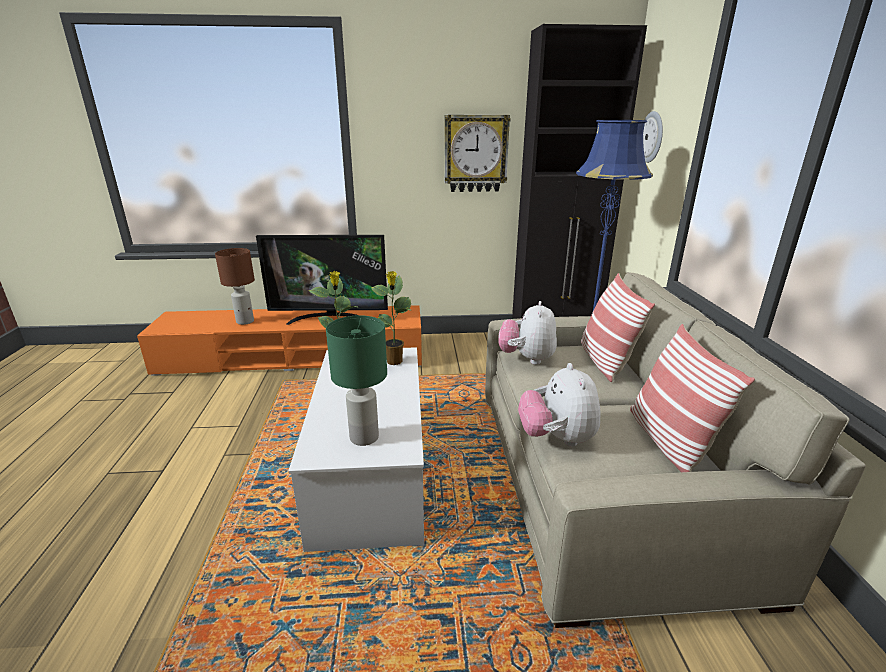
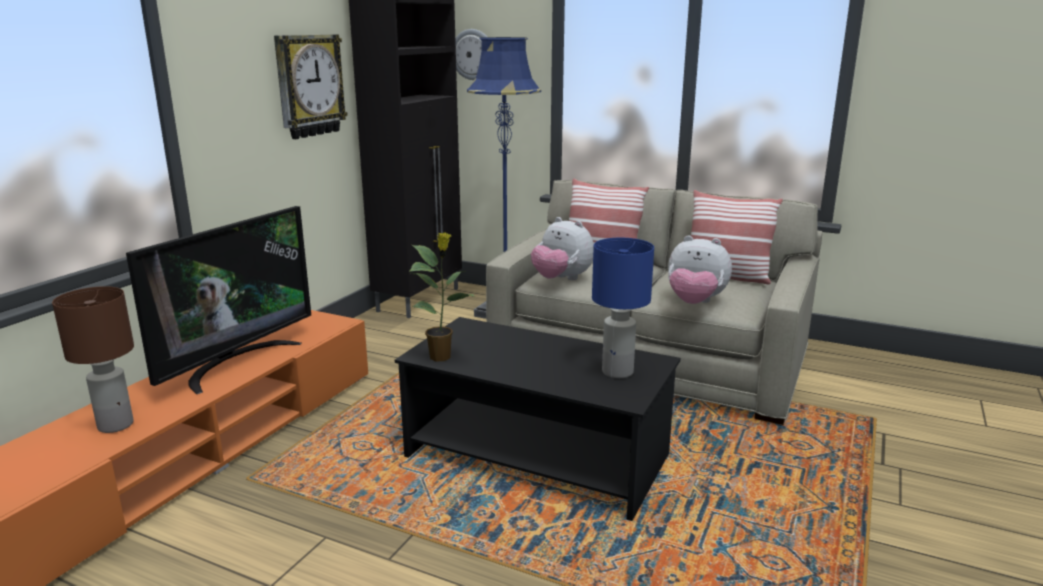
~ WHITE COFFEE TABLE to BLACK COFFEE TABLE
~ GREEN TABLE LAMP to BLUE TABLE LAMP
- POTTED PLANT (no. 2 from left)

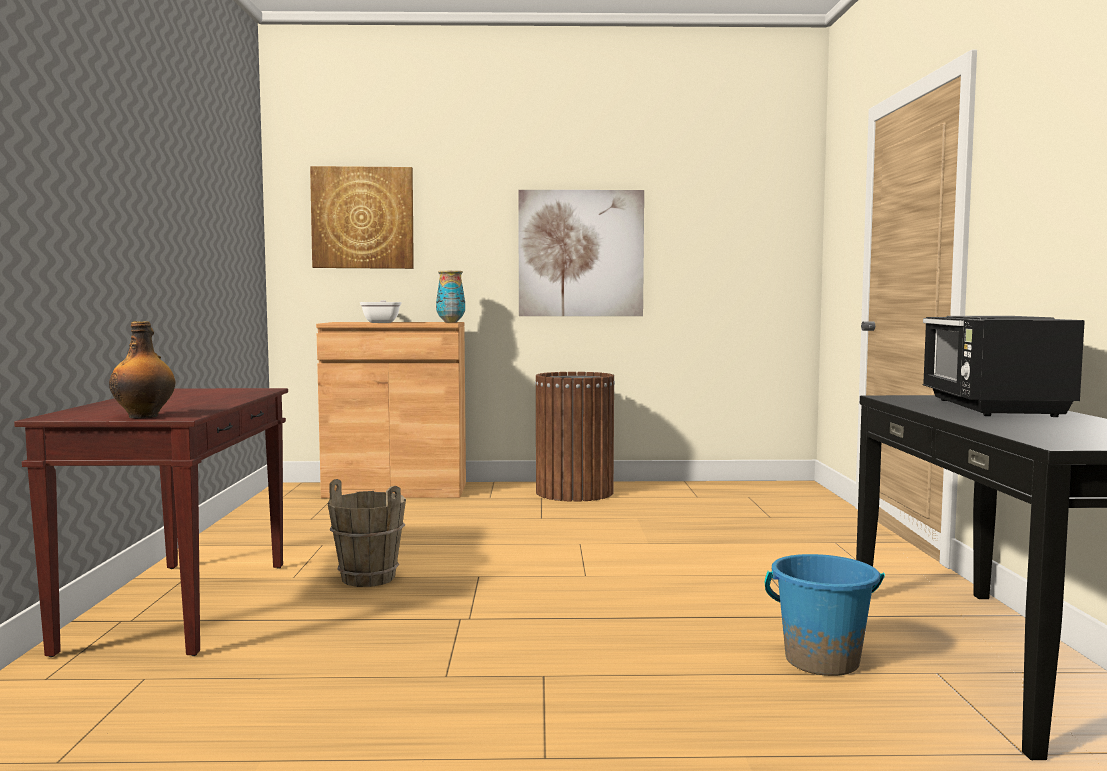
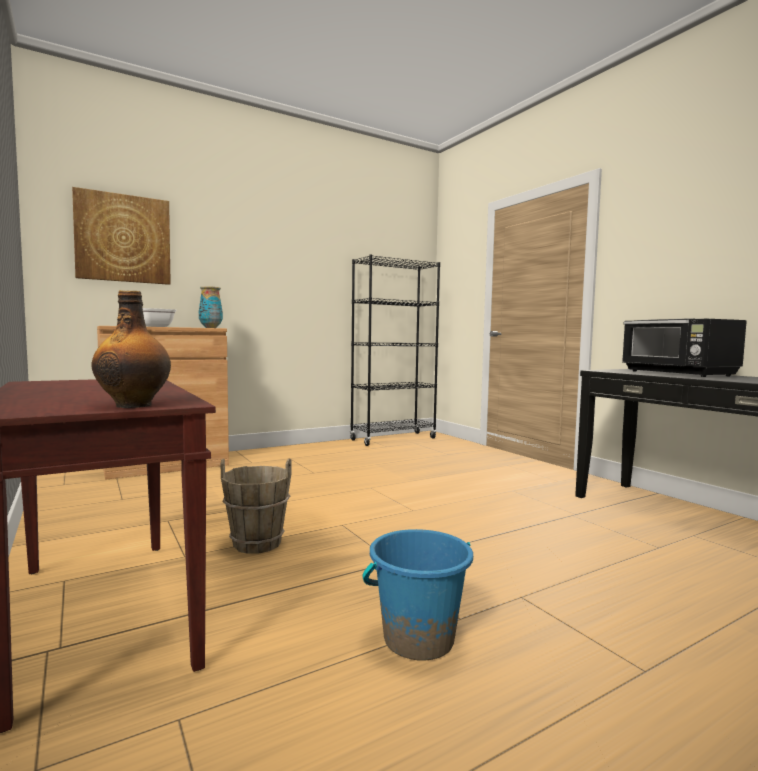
- PICTURE (no. 2 from left)
- BROWN TRASH CAN
~ BLUE BUCKET
+ BLACK BOOKCASE

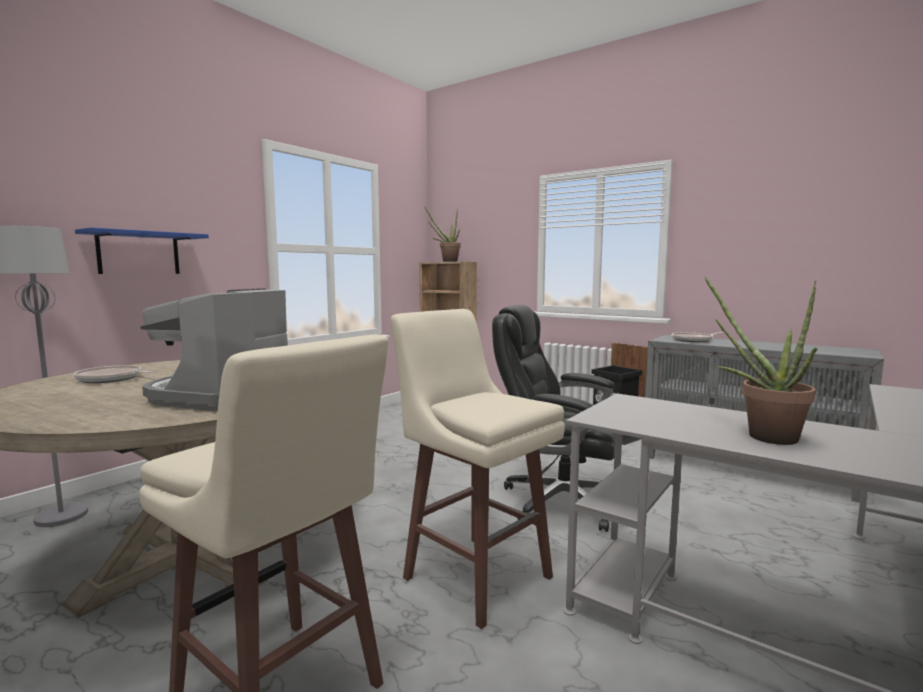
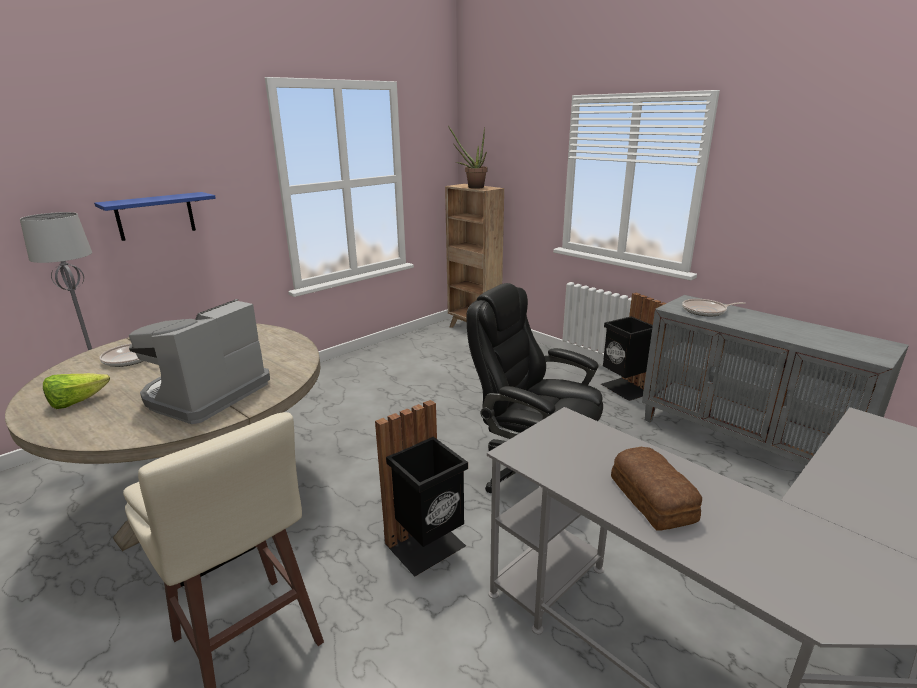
~ BEIGE STOOL (no. 2 from left) to BLACK TRASH CAN (no. 1 from left)
~ POTTED PLANT (no. 2 from left) to BREAD
+ LETTUCE

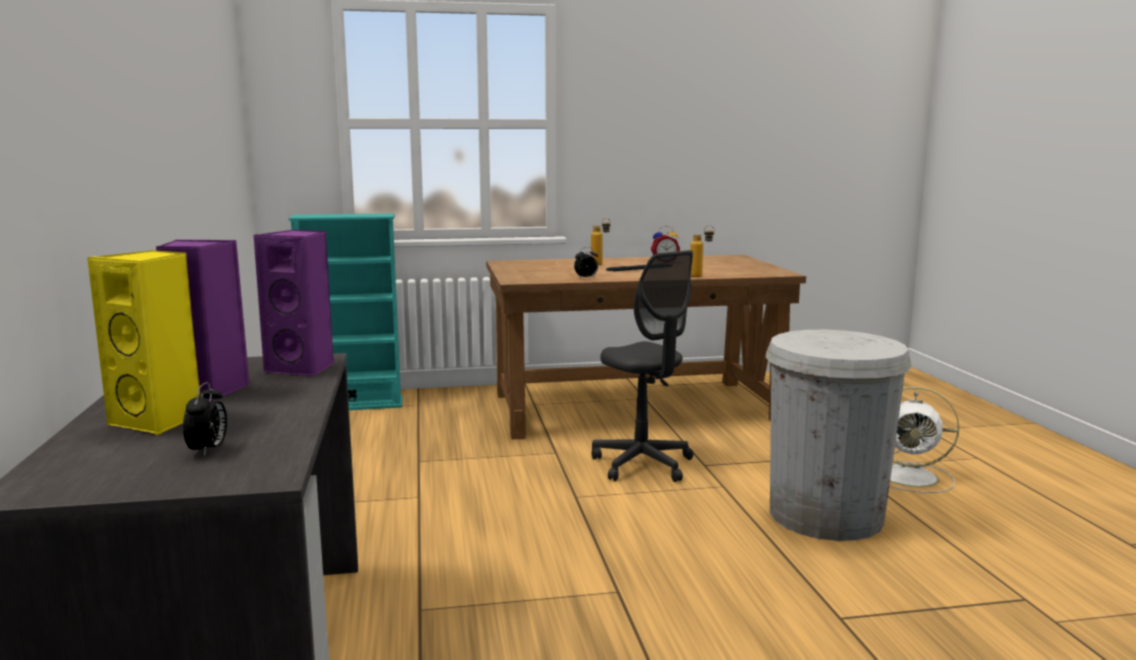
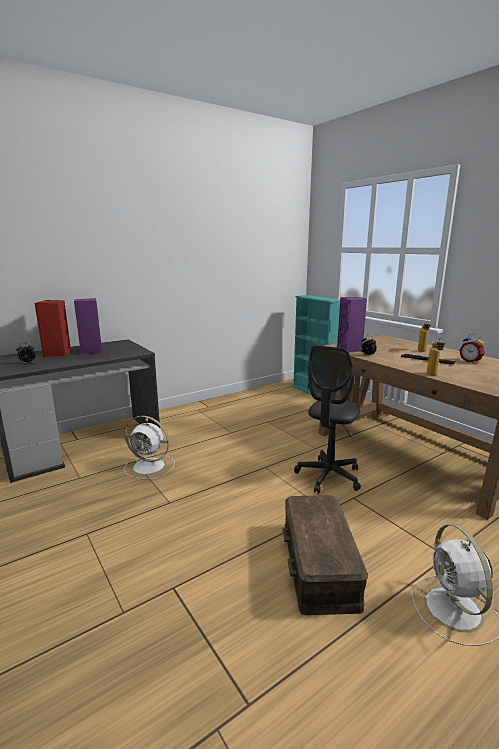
~ YELLOW SPEAKER to RED SPEAKER
~ PURPLE SPEAKER (no. 2 from left)
~ WHITE TRASH CAN to BROWN STORAGE BOX
+ WHITE FAN (no. 1 from left)

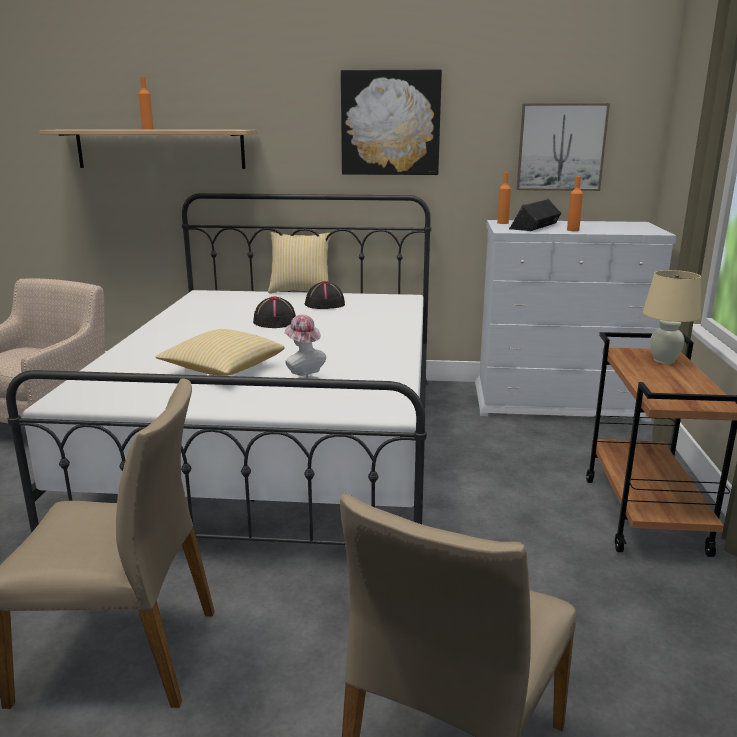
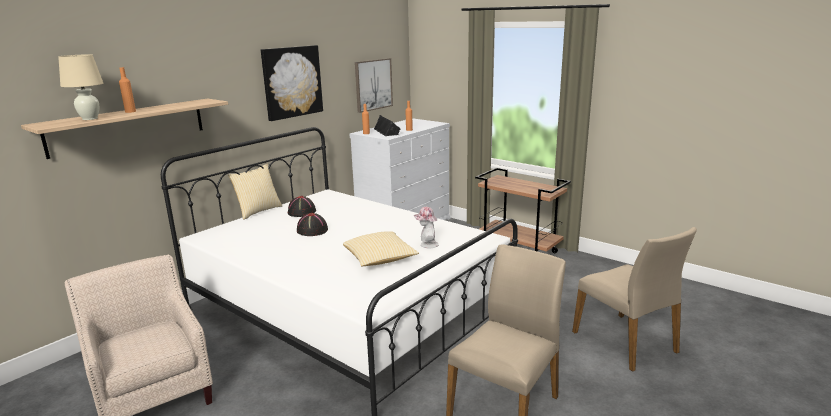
~ BEIGE TABLE LAMP

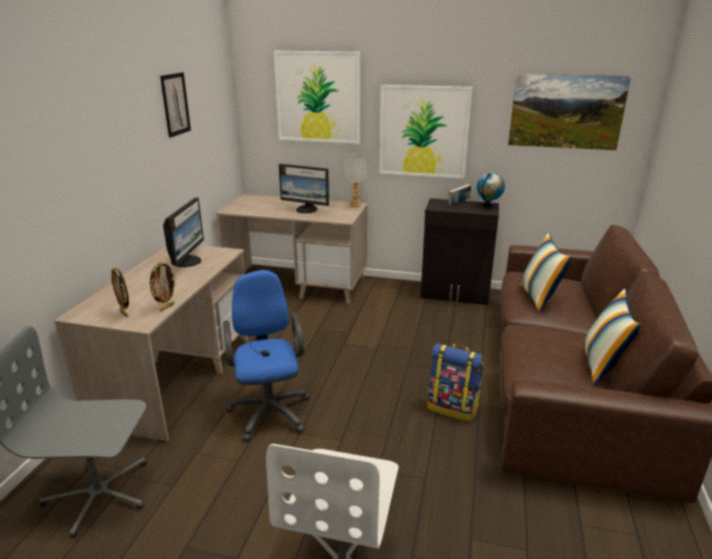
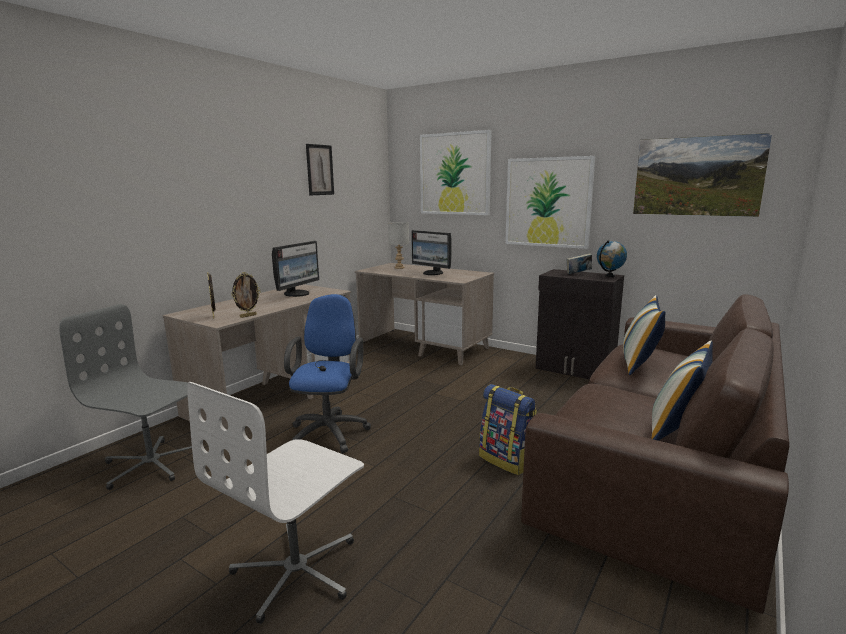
~ GREY TABLE LAMP

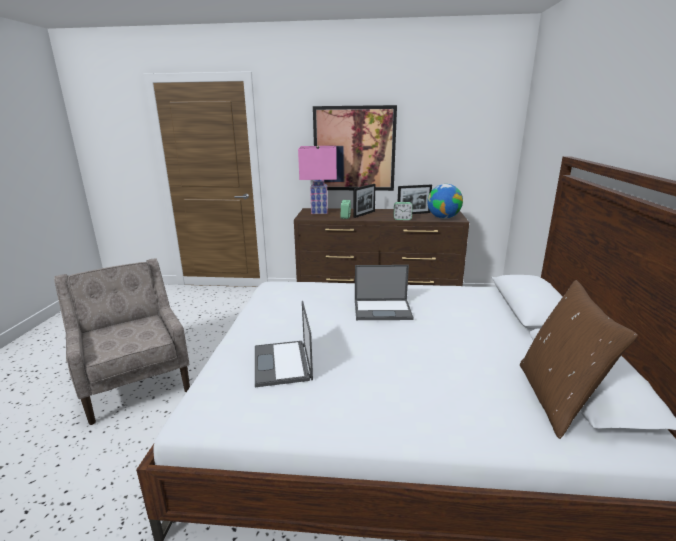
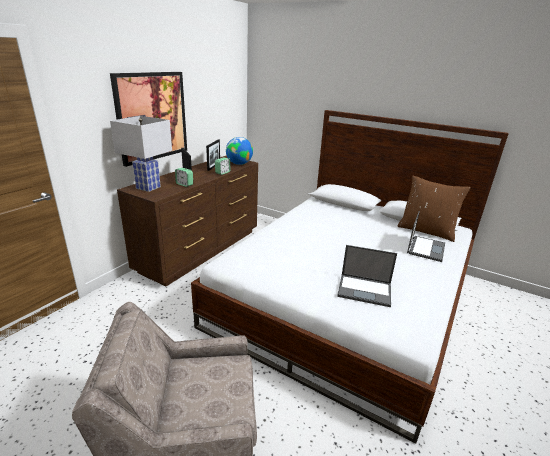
~ PINK TABLE LAMP to WHITE TABLE LAMP
~ LAPTOP (no. 2 from left)

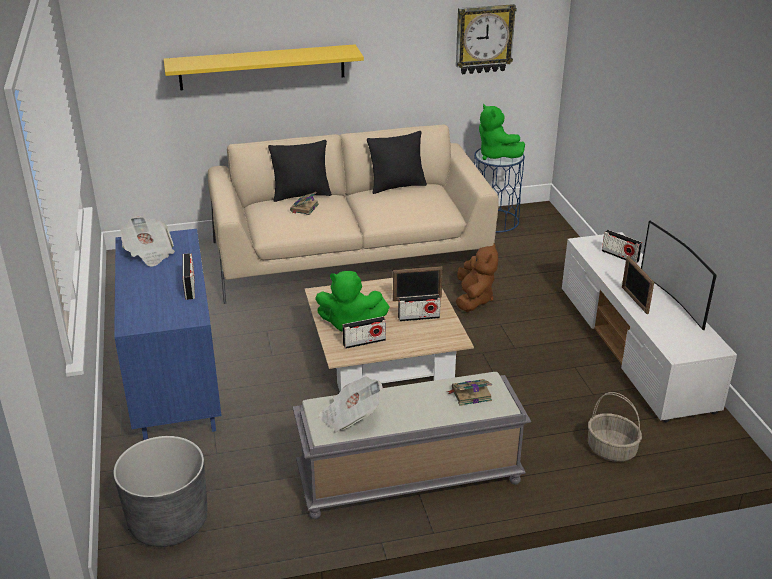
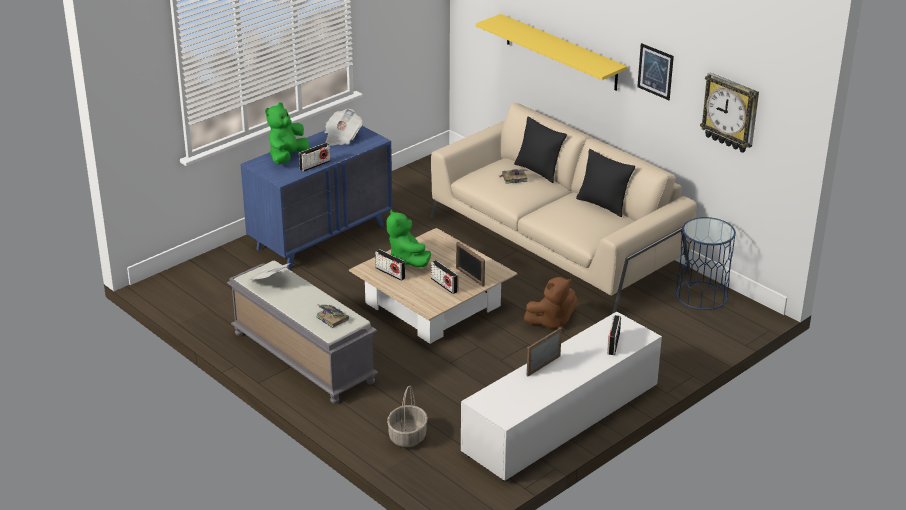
- GREY PLANTER
~ GREEN PLUSH TOY (no. 2 from left in the first image) to GREEN PLUSH TOY (no. 1 from left)
- TELEVISION
+ PICTURE

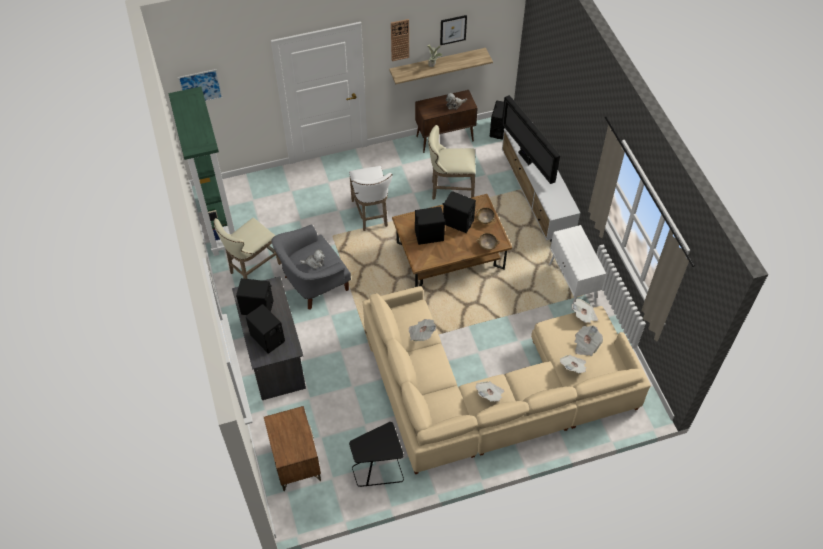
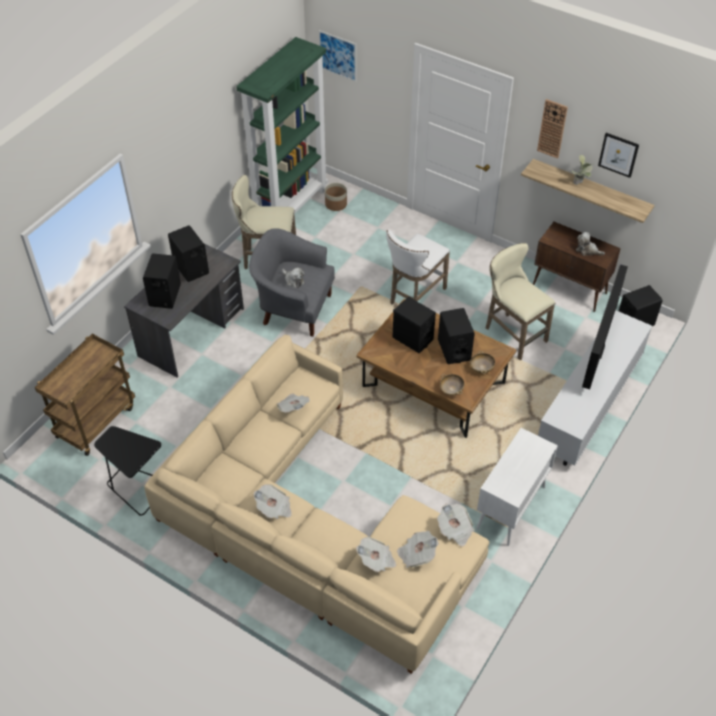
~ BROWN NIGHTSTAND to BROWN CART
+ PLANTER

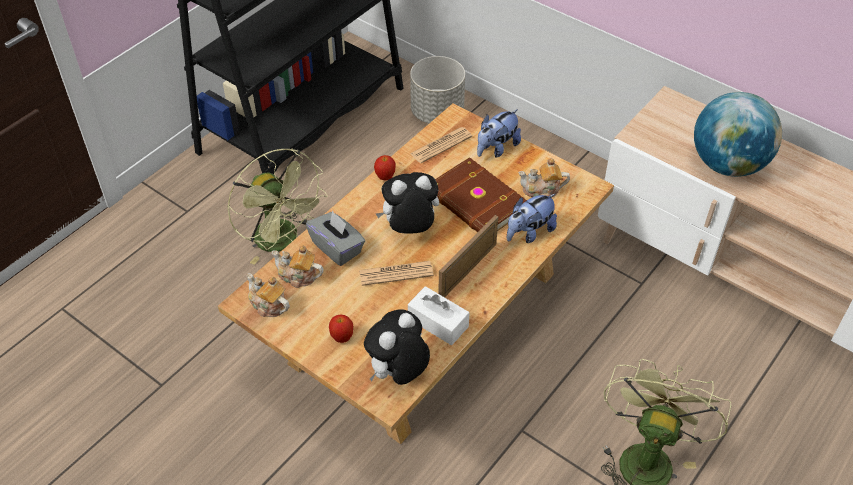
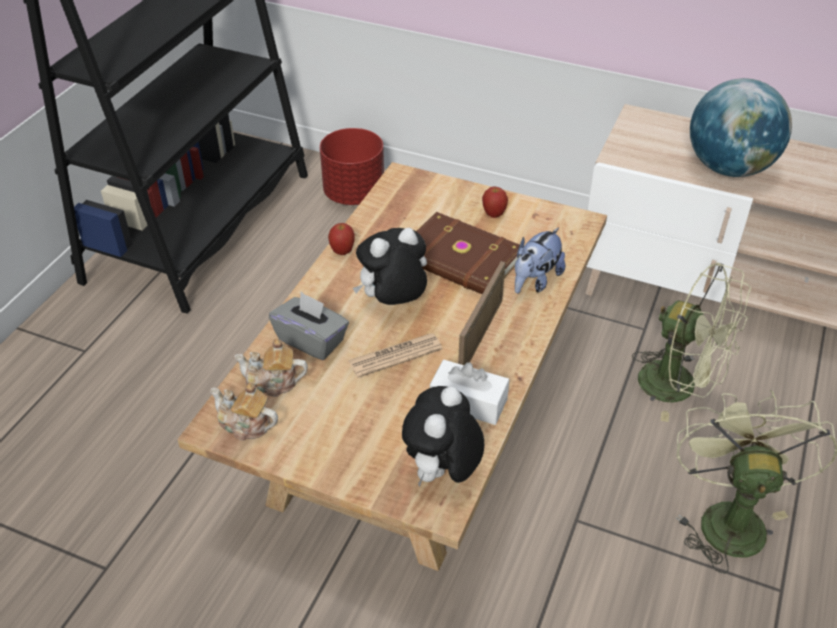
~ GREEN FAN (no. 1 from left)
~ APPLE (no. 1 from left in the first image) to APPLE (no. 2 from left)
~ GREY PLANTER to RED PLANTER
- NEWSPAPER (no. 2 from left)
- PLUSH TOY (no. 3 from left)
- TEAPOT (no. 3 from left)

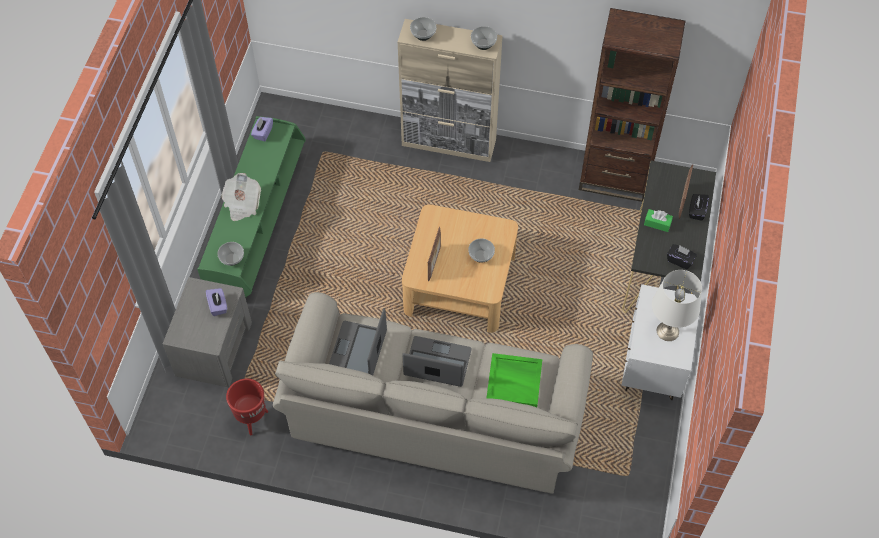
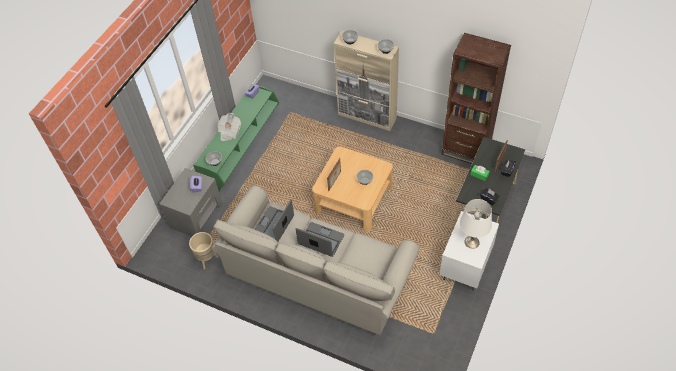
~ RED PLANTER to BEIGE PLANTER
- GREEN TRAY

